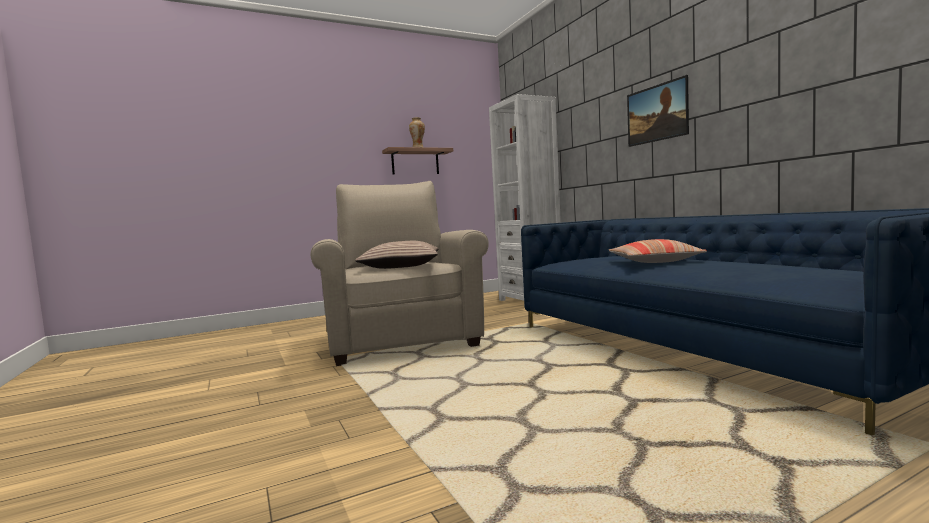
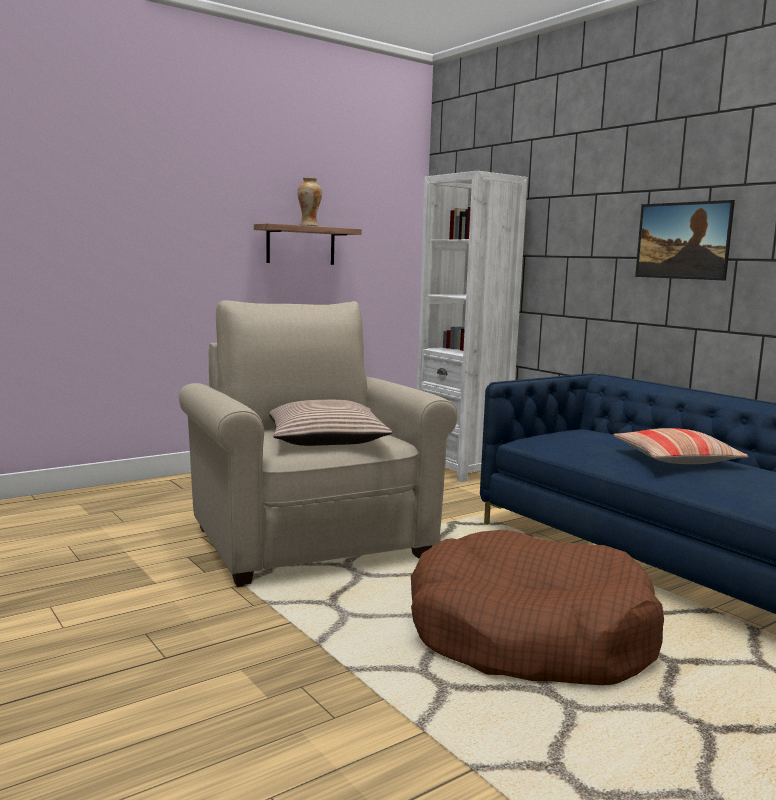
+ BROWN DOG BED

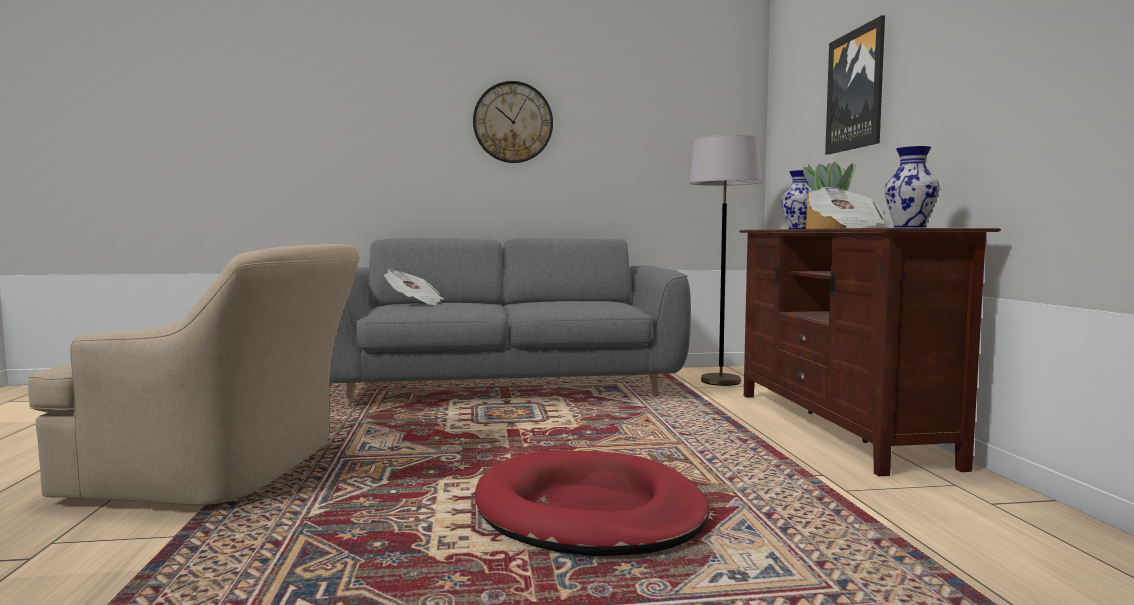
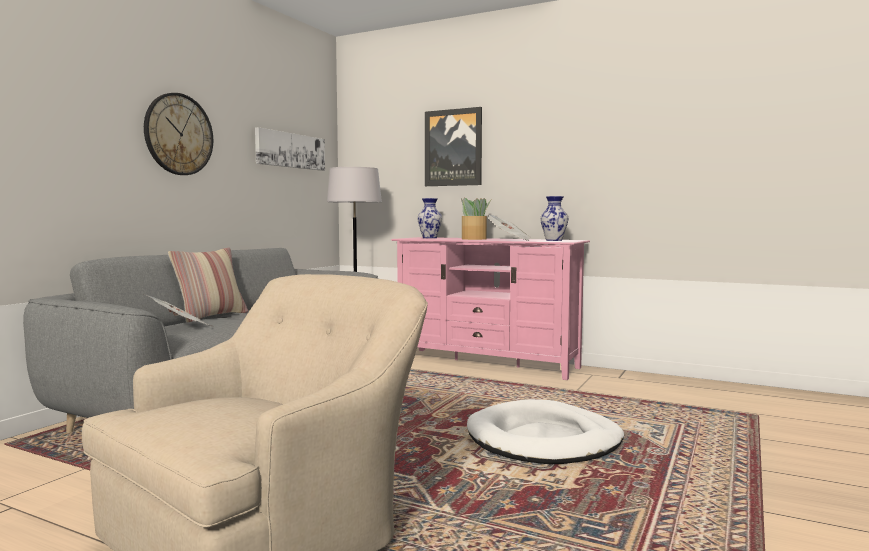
~ RED DOG BED to WHITE DOG BED
~ BROWN TV STAND to PINK TV STAND
+ PILLOW
+ PICTURE (no. 1 from left)

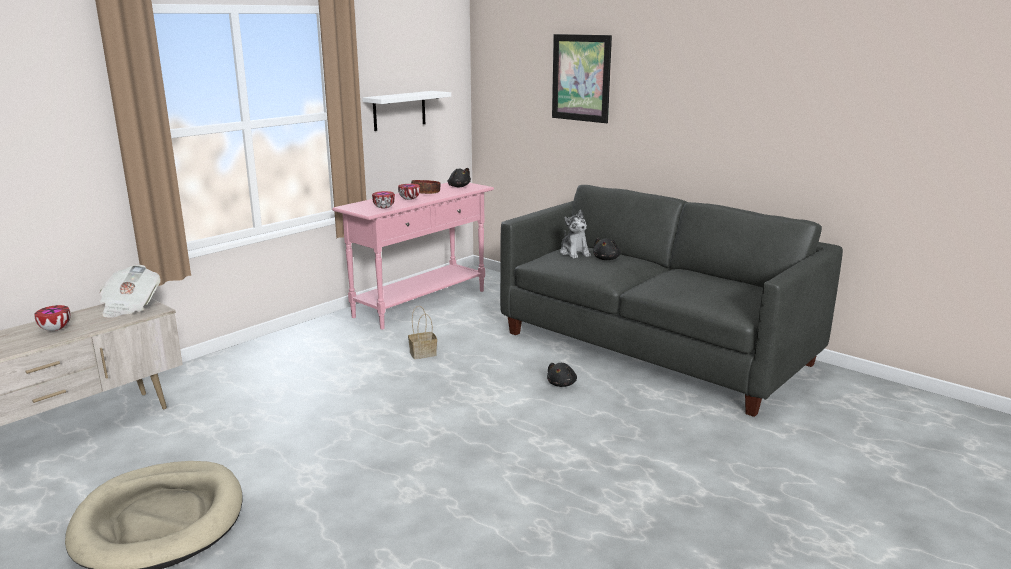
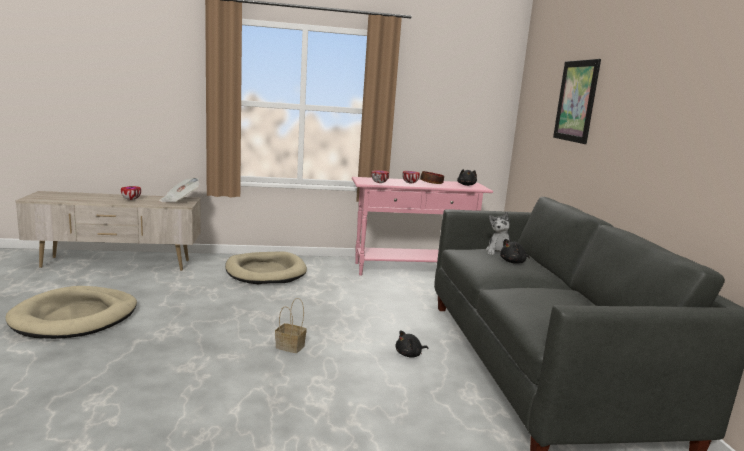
- WHITE SHELF
~ BASKET
+ BEIGE DOG BED (no. 2 from left)

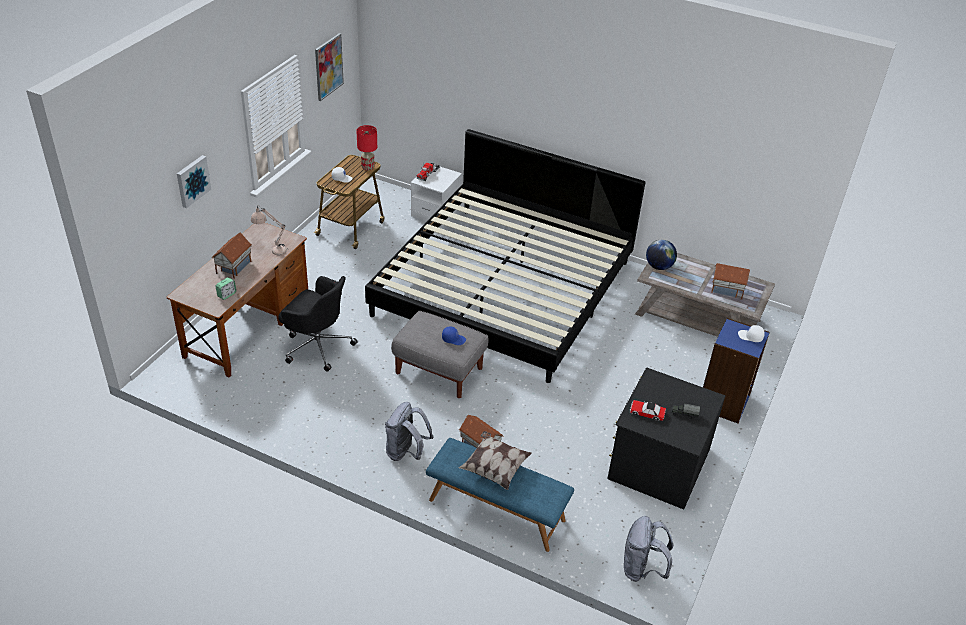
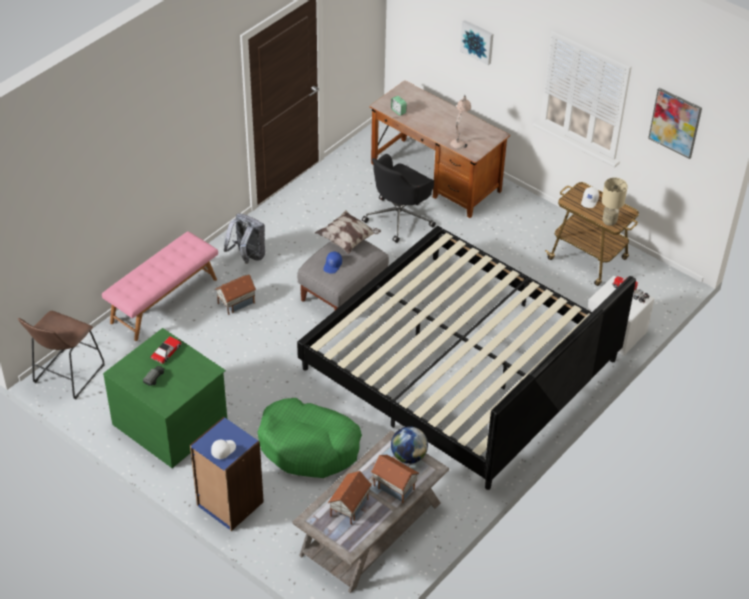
~ TOY HOUSE (no. 1 from left in the first image) to TOY HOUSE (no. 3 from left)
~ RED TABLE LAMP to BEIGE TABLE LAMP (no. 2 from left)
~ BLUE BENCH to PINK BENCH
~ PILLOW
~ BLACK DRESSER to GREEN DRESSER
~ GREY BACKPACK (no. 2 from left) to BROWN STOOL
+ GREEN DOG BED

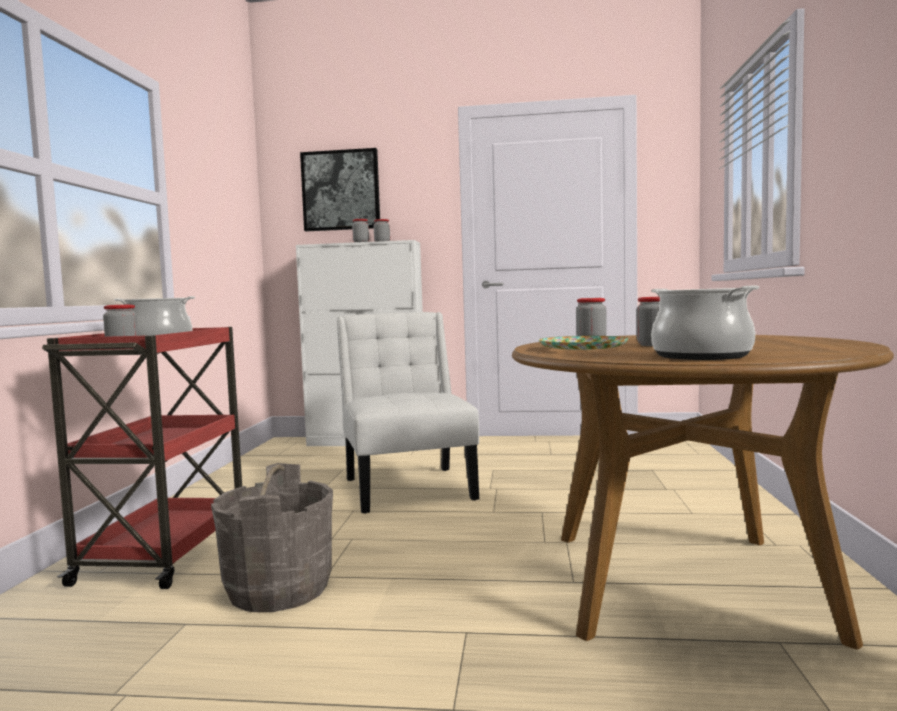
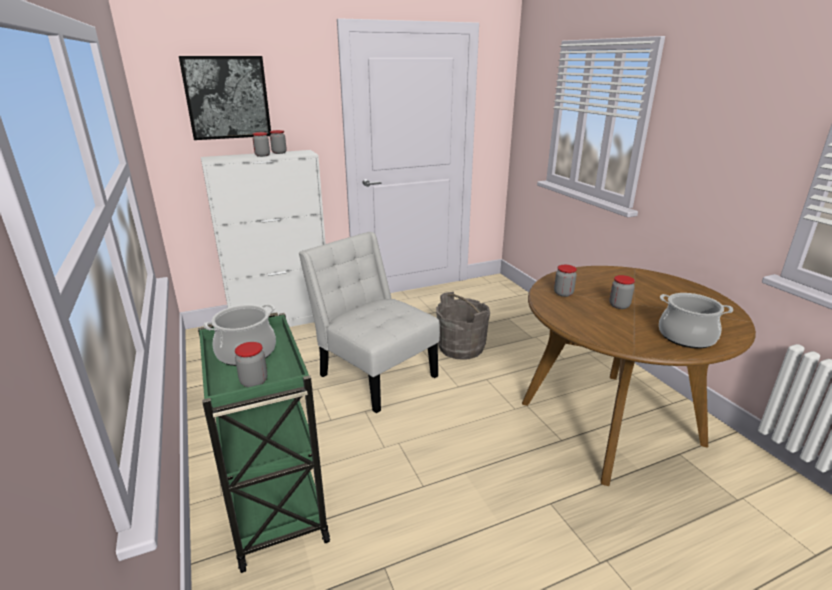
~ RED CART to GREEN CART
~ GREY BUCKET
- PLATE

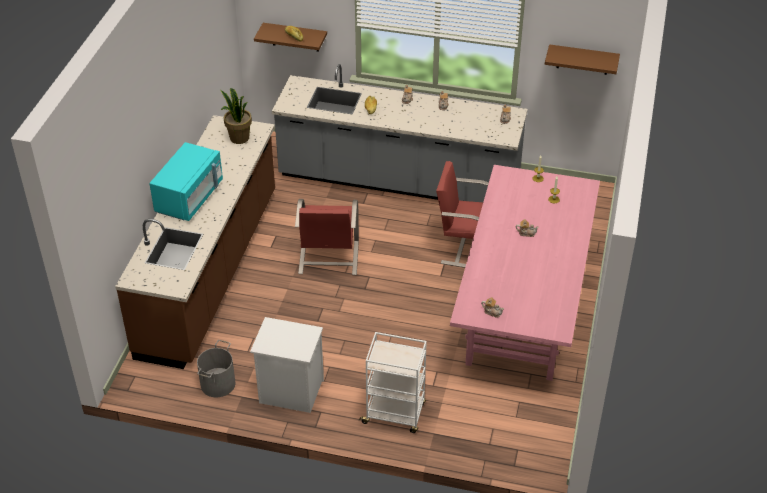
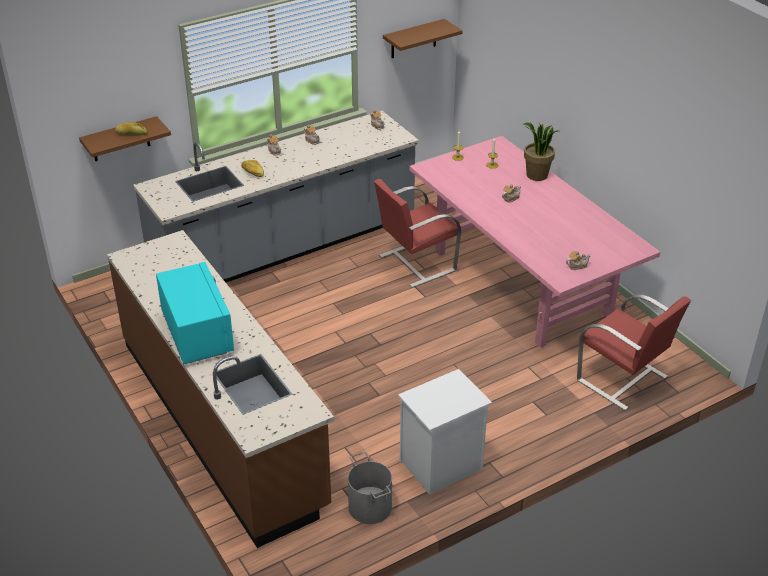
~ POTTED PLANT
~ RED CHAIR (no. 1 from left in the first image) to RED CHAIR (no. 2 from left)
- WHITE CART

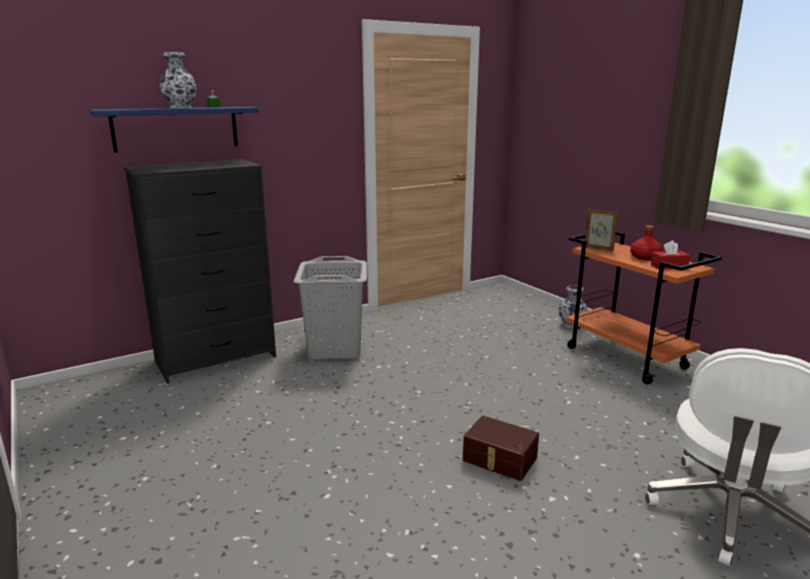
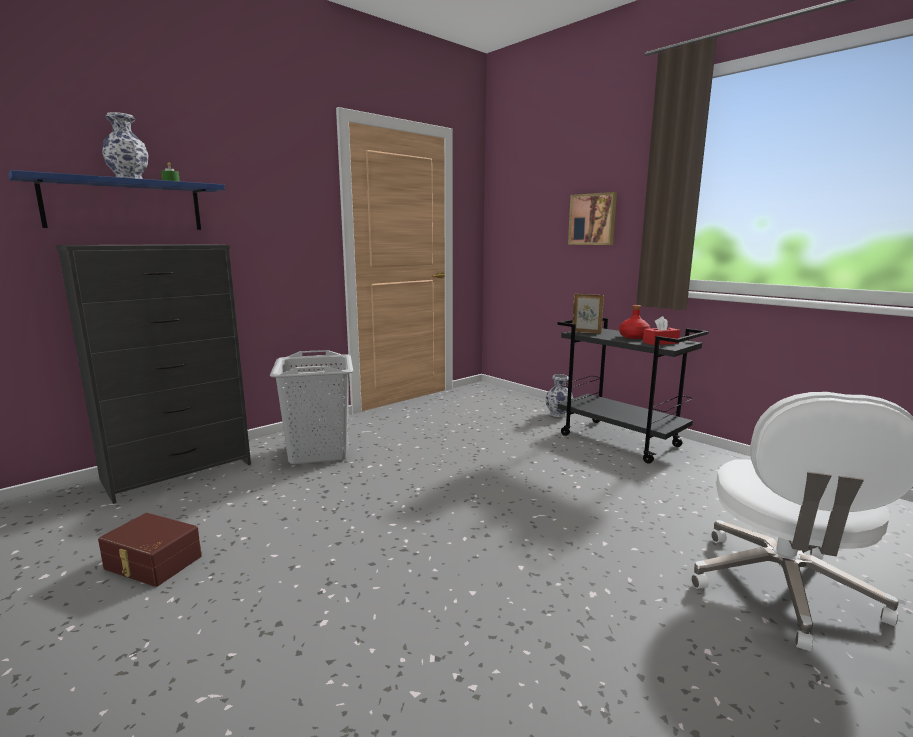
~ BROWN STORAGE BOX
~ ORANGE CART to BLACK CART
+ PICTURE

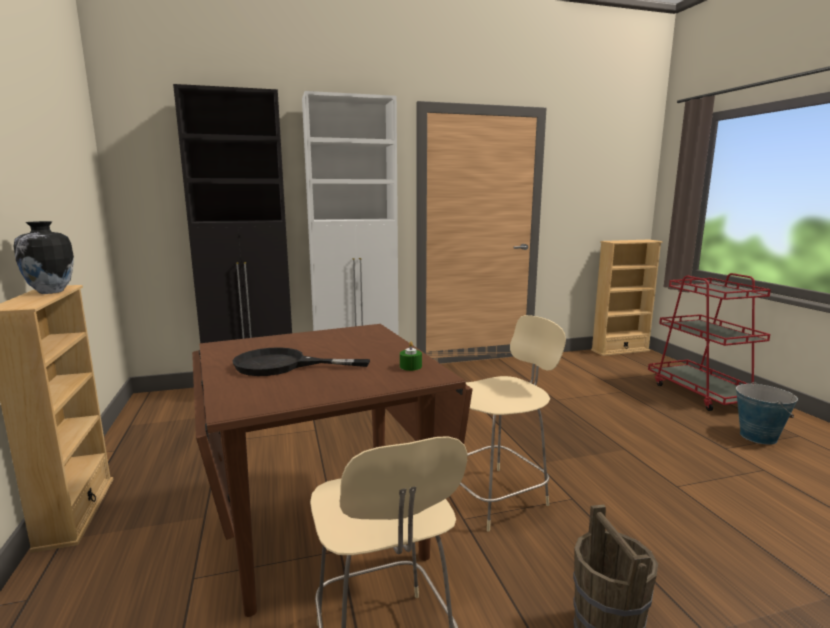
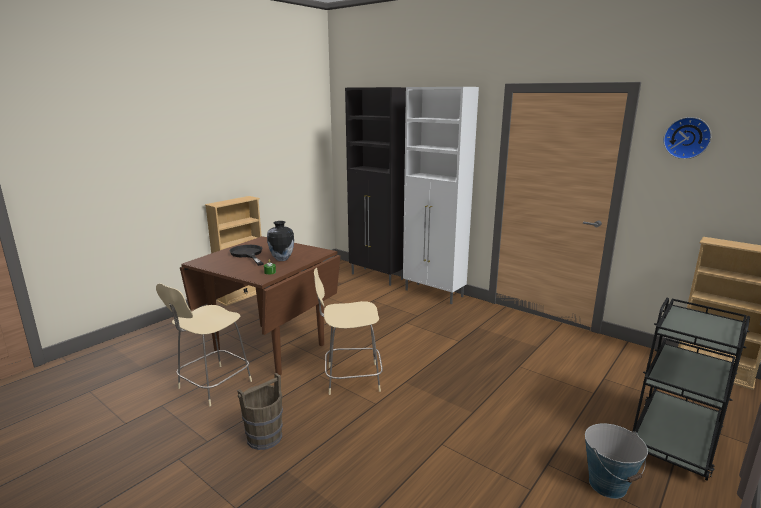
~ VASE
~ BEIGE CHAIR (no. 2 from left) 150 degrees clockwise
~ RED CART to BLACK CART
+ WALL CLOCK

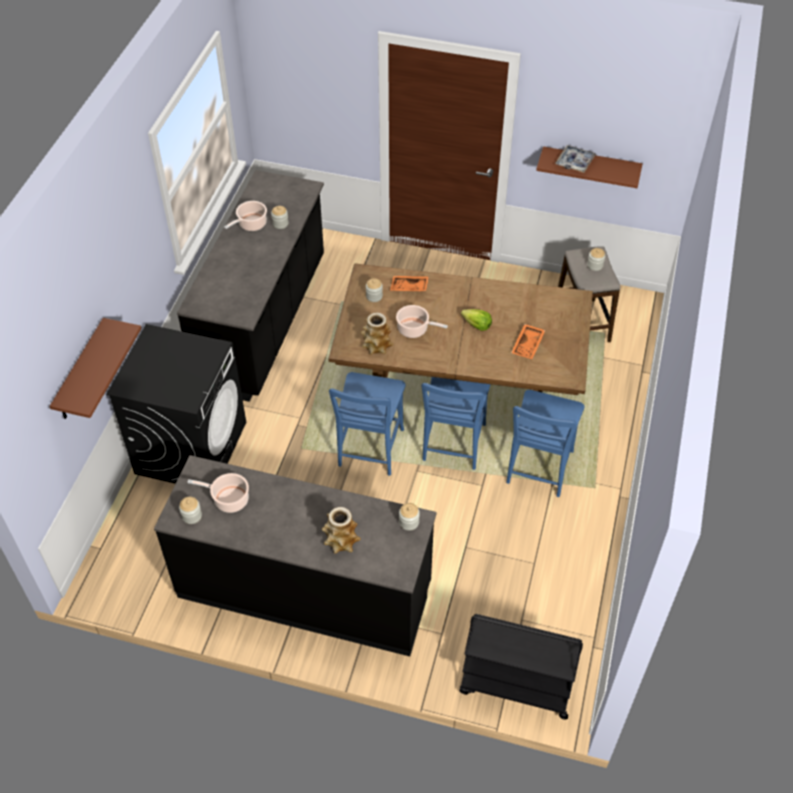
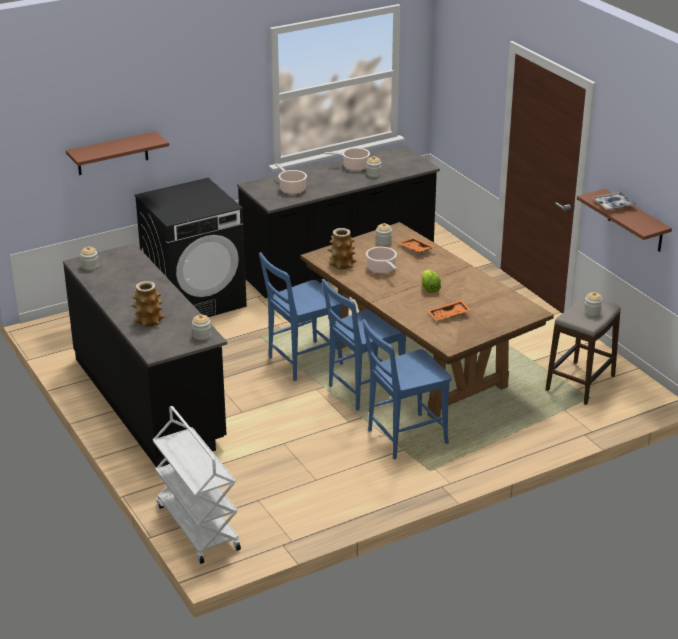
~ COOKING POT (no. 1 from left)
~ BLACK CART to WHITE CART

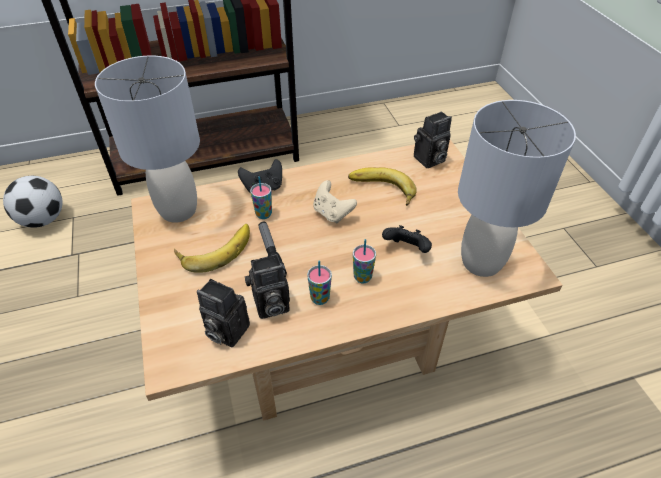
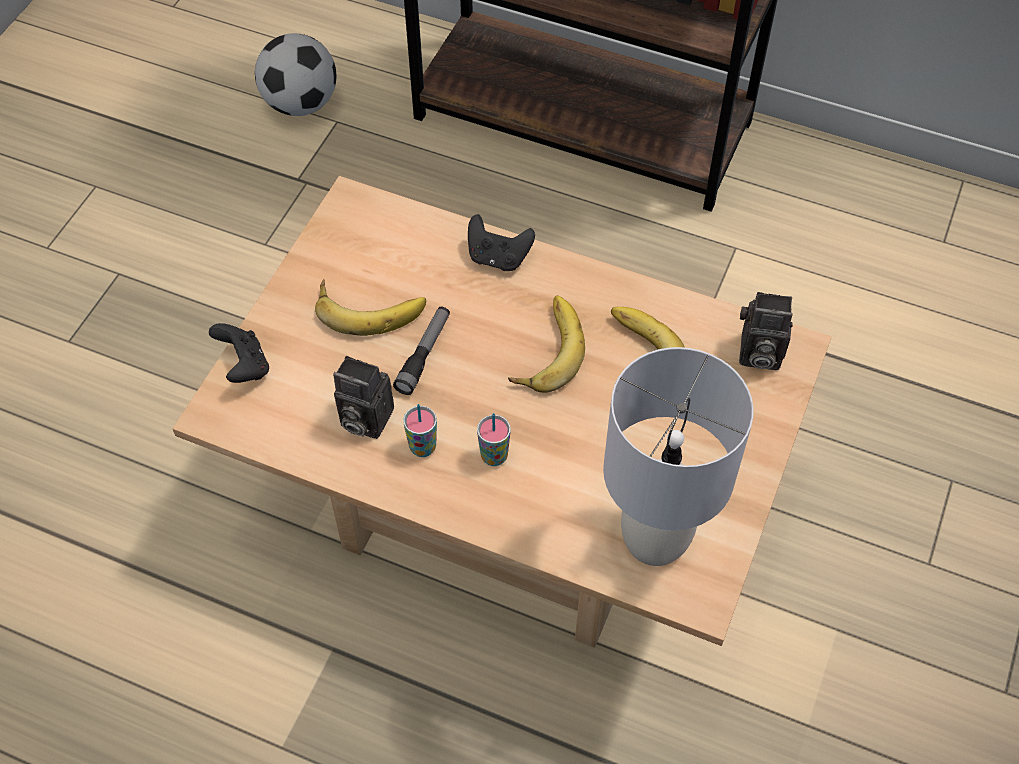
- GREY TABLE LAMP (no. 1 from left)
- PHOTO CAMERA (no. 1 from left)
- CUP (no. 1 from left)
~ BEIGE GAME CONTROLLER to BANANA (no. 2 from left)
~ BLACK GAME CONTROLLER (no. 2 from left in the first image) to BLACK GAME CONTROLLER (no. 1 from left)

